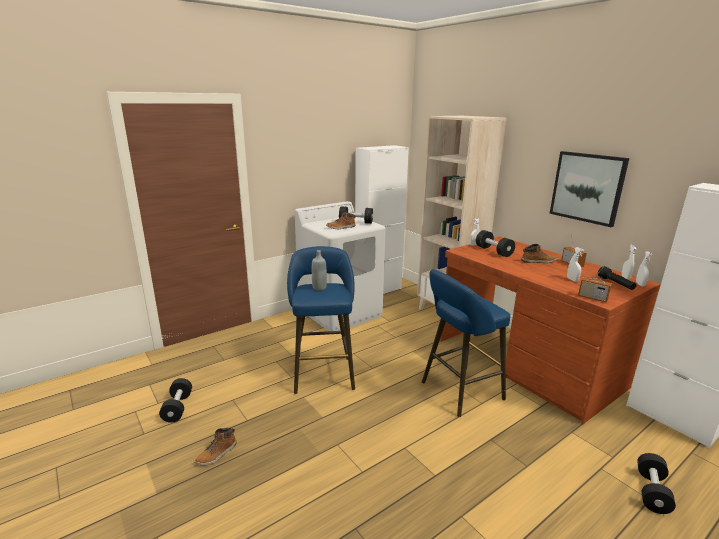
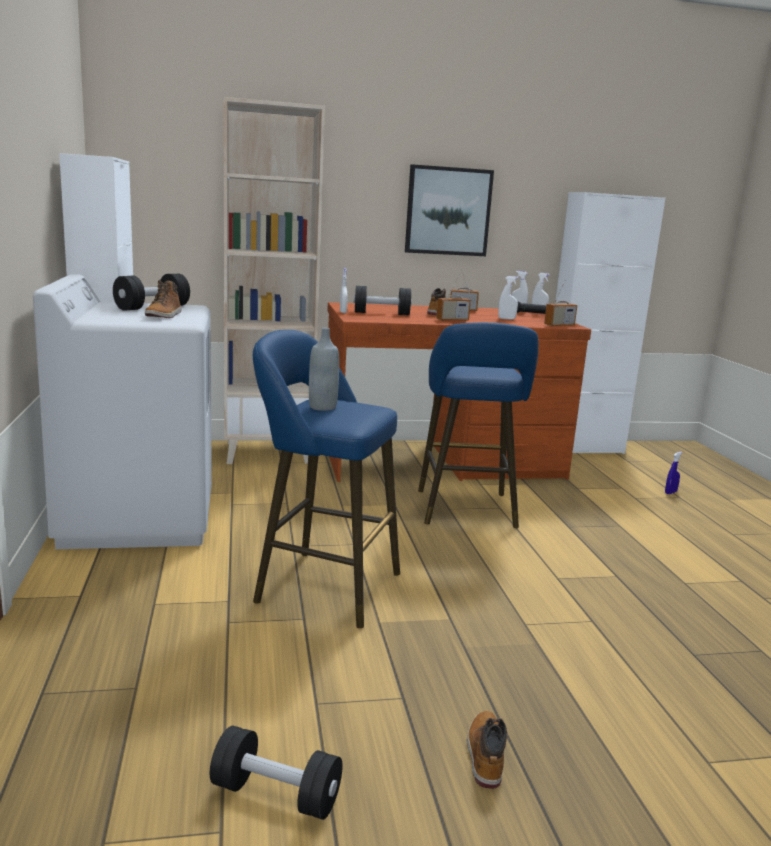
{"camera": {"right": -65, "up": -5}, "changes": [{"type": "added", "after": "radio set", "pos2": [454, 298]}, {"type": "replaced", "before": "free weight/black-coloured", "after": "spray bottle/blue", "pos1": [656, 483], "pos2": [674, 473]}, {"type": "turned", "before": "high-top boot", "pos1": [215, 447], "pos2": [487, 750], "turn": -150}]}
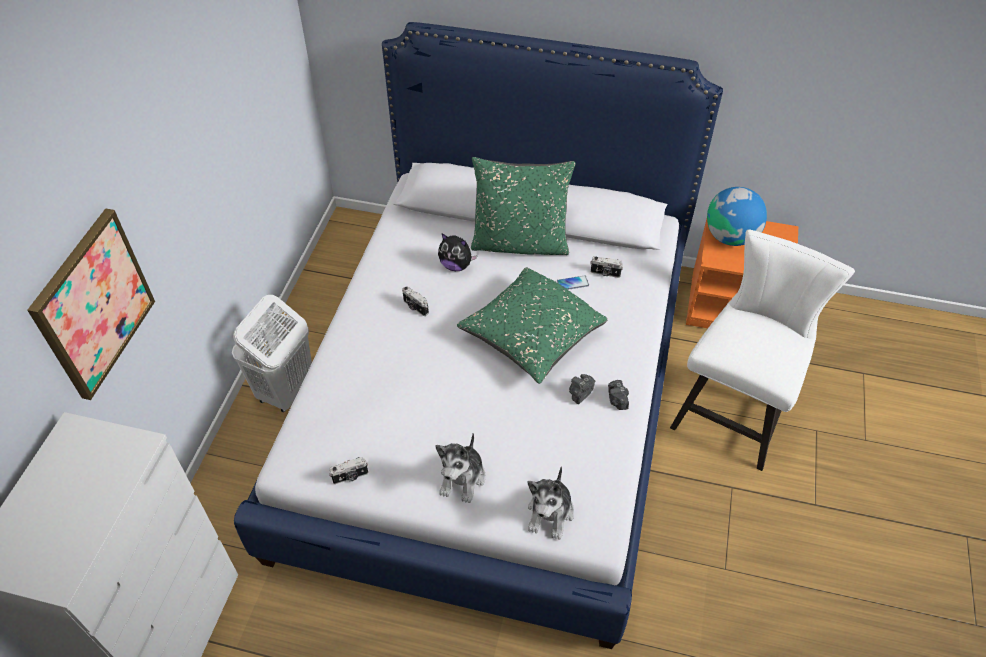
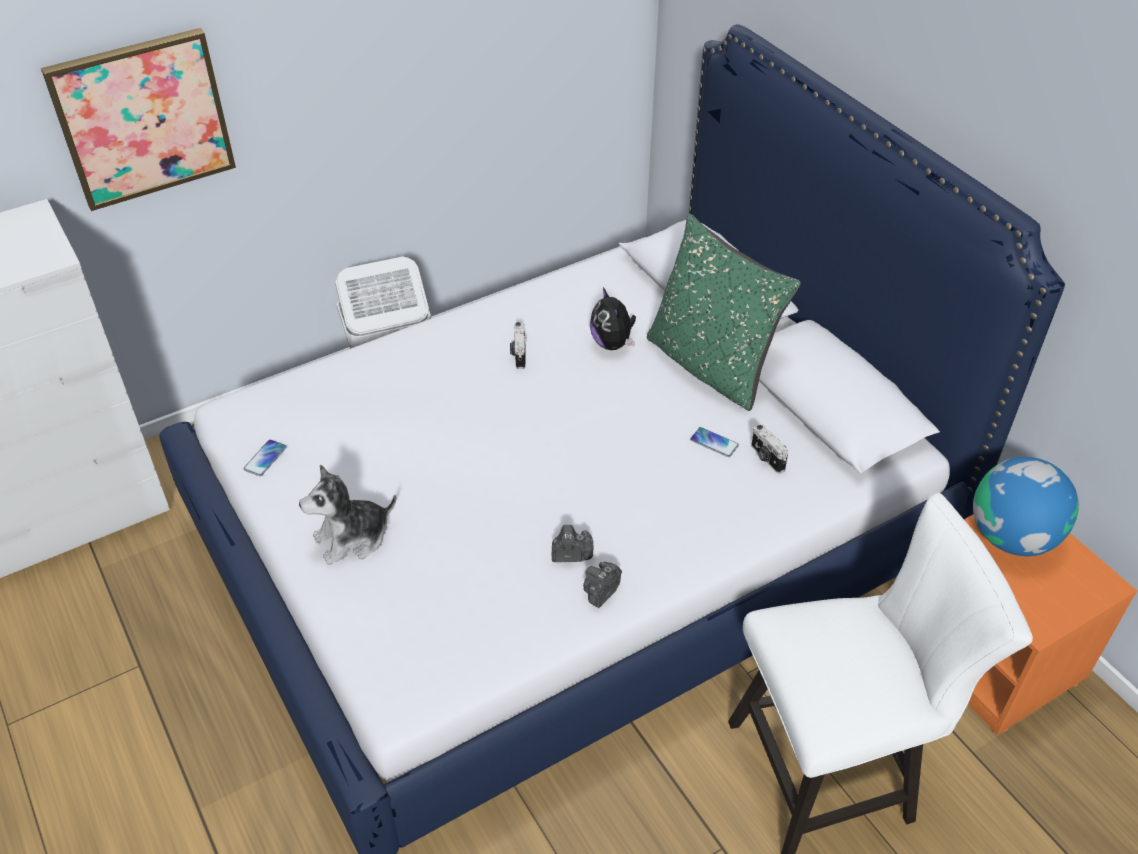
{"camera": {"right": 45, "up": -5}, "changes": [{"type": "removed", "before": "throw pillow/greenish", "pos1": [532, 325]}, {"type": "removed", "before": "cuddly toy", "pos1": [551, 503]}, {"type": "replaced", "before": "still camera", "after": "phone", "pos1": [348, 470], "pos2": [265, 458]}]}
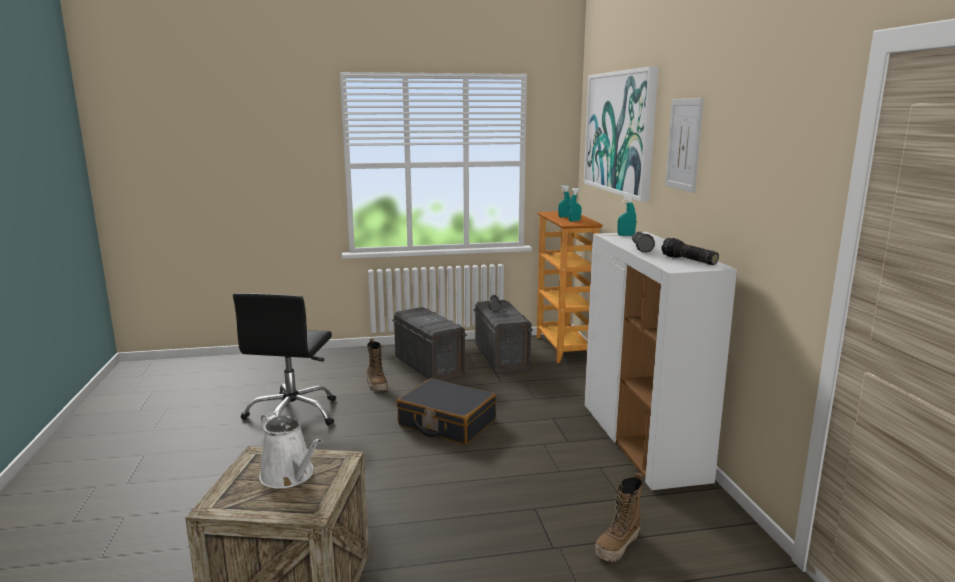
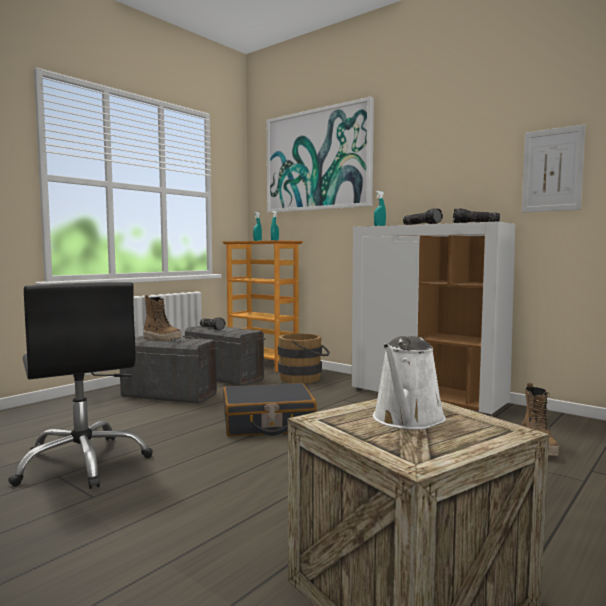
{"camera": {"right": -40, "up": -10}, "changes": [{"type": "added", "after": "bucket/brown-coloured", "pos2": [304, 359]}, {"type": "moved", "before": "high-top boot", "pos1": [377, 365], "pos2": [162, 318]}, {"type": "moved", "before": "wall picture", "pos1": [684, 145], "pos2": [554, 168]}, {"type": "turned", "before": "watering pot/whitish", "pos1": [290, 450], "pos2": [409, 383], "turn": 105}]}
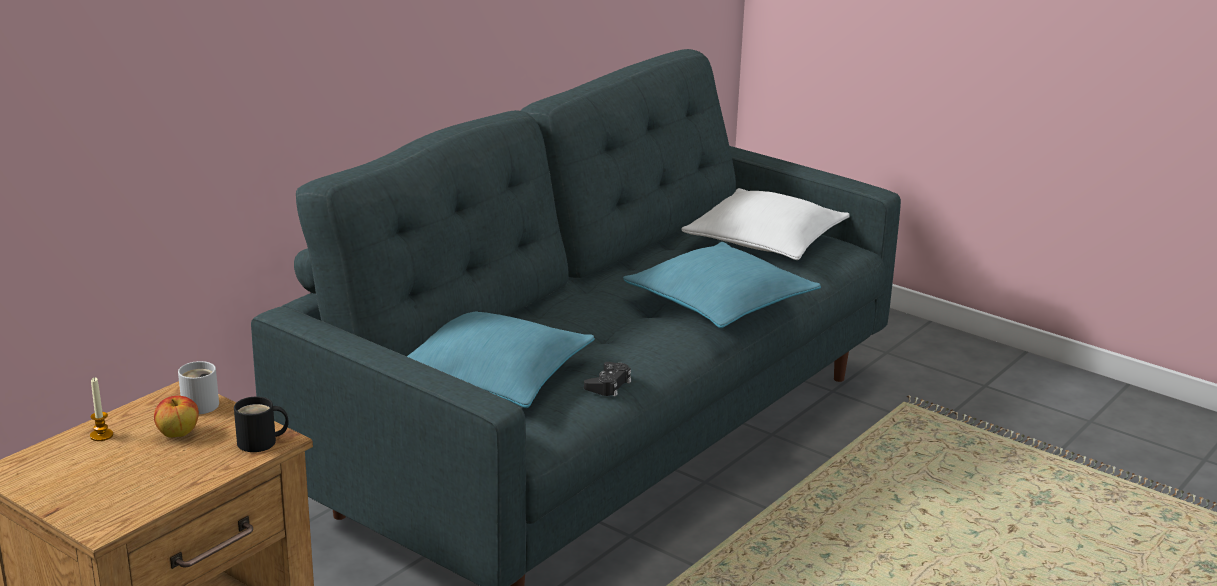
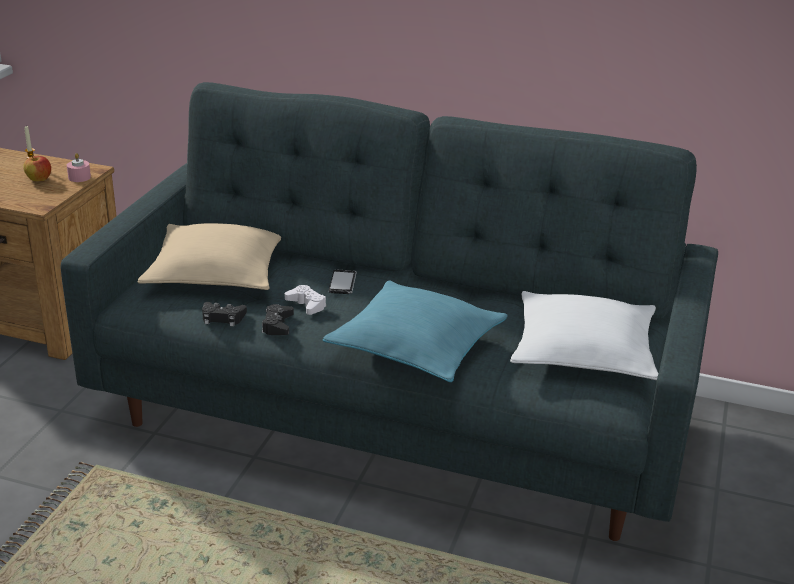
{"camera": {"right": 70, "up": 5}, "changes": [{"type": "removed", "before": "mug/black-coloured", "pos1": [261, 424]}, {"type": "added", "after": "game controller/black-coloured", "pos2": [278, 319]}, {"type": "added", "after": "game controller/whitish", "pos2": [305, 300]}, {"type": "added", "after": "phone", "pos2": [343, 282]}, {"type": "replaced", "before": "mug/whitish", "after": "wax light/pink", "pos1": [198, 387], "pos2": [79, 167]}, {"type": "recoloured", "before": "throw pillow/turquoise", "after": "throw pillow/beige", "pos1": [501, 359], "pos2": [209, 256]}]}
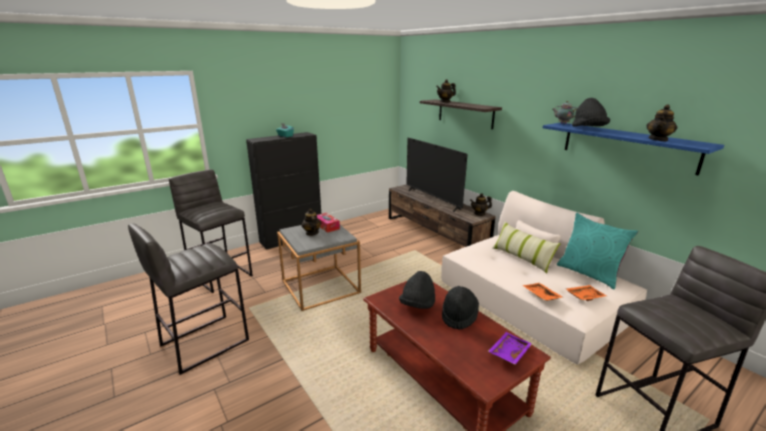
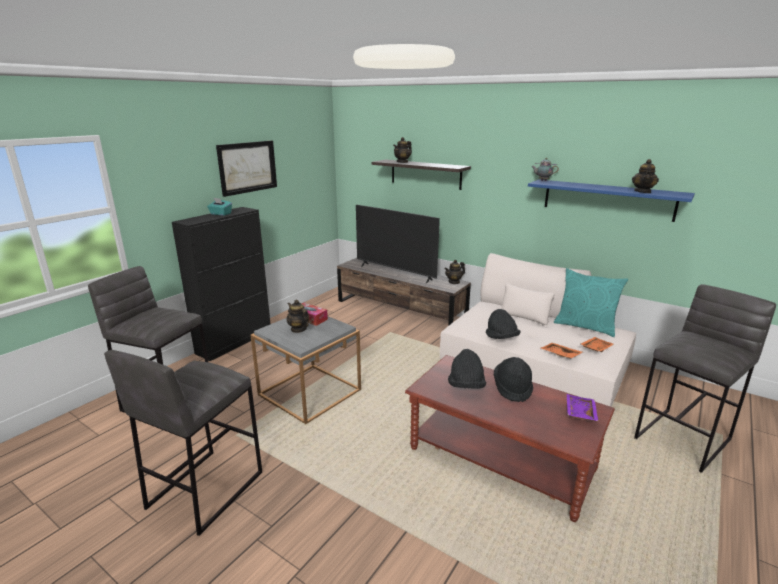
{"camera": {"right": -20, "up": 0}, "changes": [{"type": "removed", "before": "throw pillow", "pos1": [526, 247]}, {"type": "added", "after": "wall picture", "pos2": [246, 169]}, {"type": "moved", "before": "wearable hat/black-coloured", "pos1": [591, 112], "pos2": [503, 324]}]}
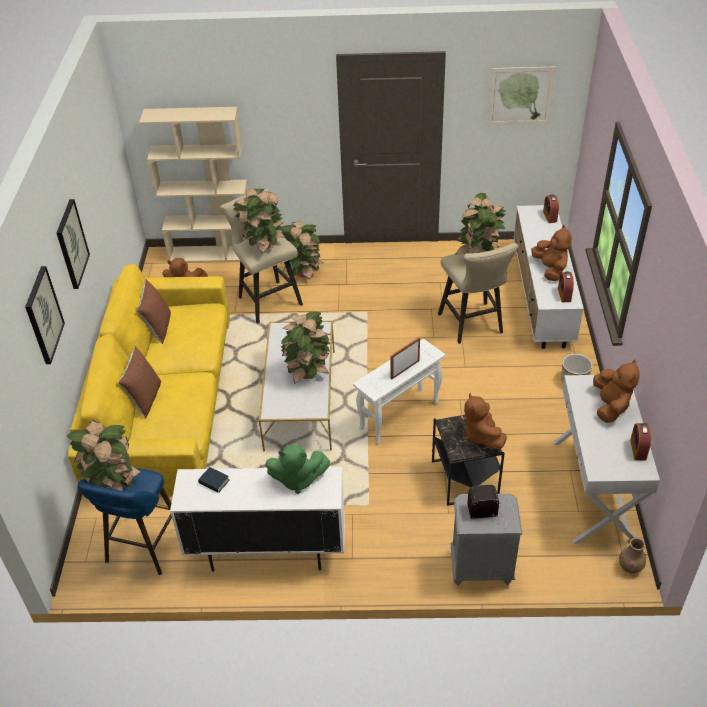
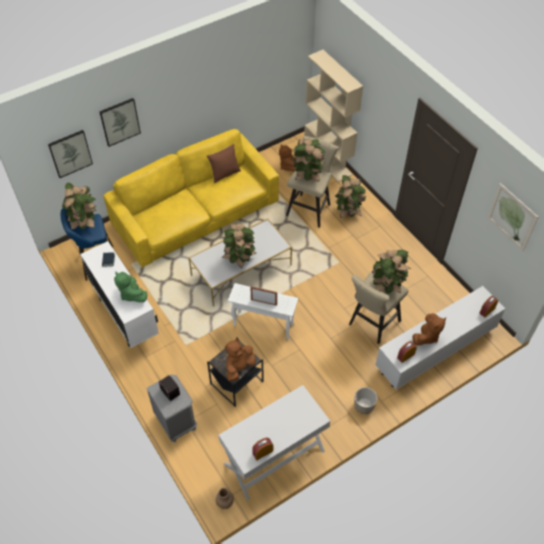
{"camera": {"right": 55, "up": 10}, "changes": [{"type": "removed", "before": "throw pillow/brown-coloured", "pos1": [139, 382]}, {"type": "removed", "before": "cuddly toy/brown-coloured", "pos1": [616, 391]}, {"type": "moved", "before": "wall picture", "pos1": [73, 244], "pos2": [70, 154]}]}
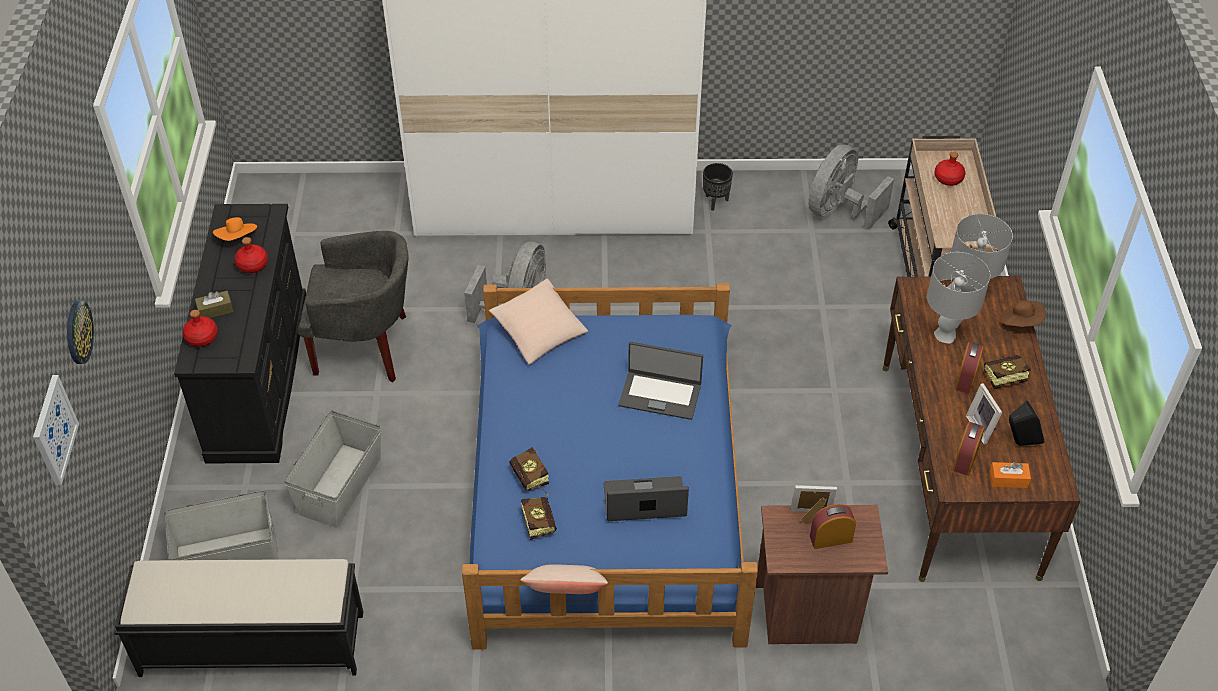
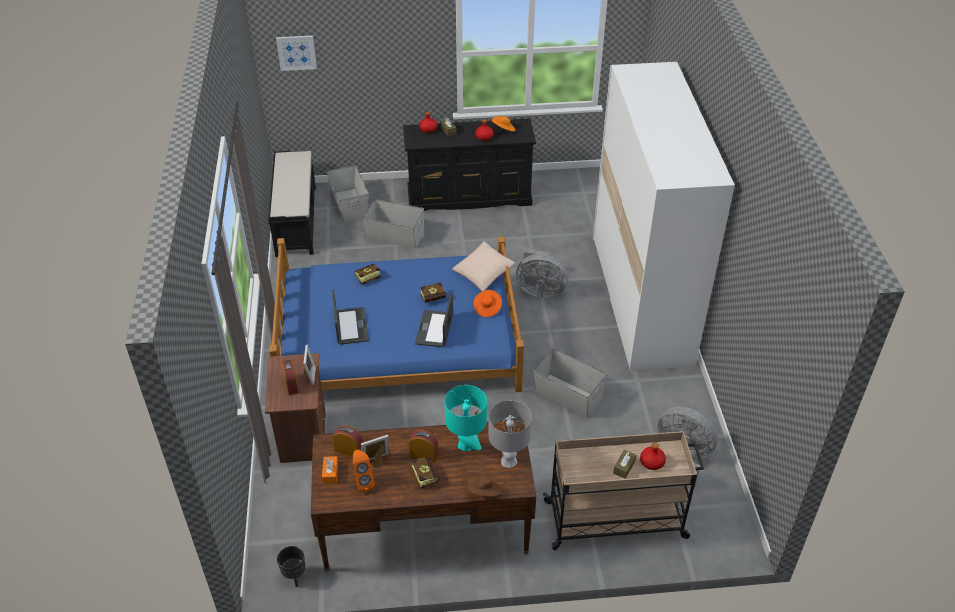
{"camera": {"right": 85, "up": -5}, "changes": [{"type": "removed", "before": "wall clock", "pos1": [80, 332]}, {"type": "removed", "before": "easy chair/gray", "pos1": [353, 306]}, {"type": "removed", "before": "throw pillow/beige", "pos1": [564, 579]}, {"type": "added", "after": "wearable hat/orange", "pos2": [488, 303]}, {"type": "added", "after": "storage container/gray", "pos2": [570, 383]}, {"type": "added", "after": "tissue box/brown-coloured", "pos2": [624, 464]}, {"type": "moved", "before": "volume", "pos1": [539, 518], "pos2": [434, 292]}, {"type": "moved", "before": "plant pot/black-coloured", "pos1": [718, 187], "pos2": [291, 566]}, {"type": "recoloured", "before": "lamp for a table/gray", "after": "lamp for a table/turquoise", "pos1": [958, 297], "pos2": [466, 418]}, {"type": "recoloured", "before": "speaker/black-coloured", "after": "speaker/orange", "pos1": [1027, 423], "pos2": [364, 471]}]}
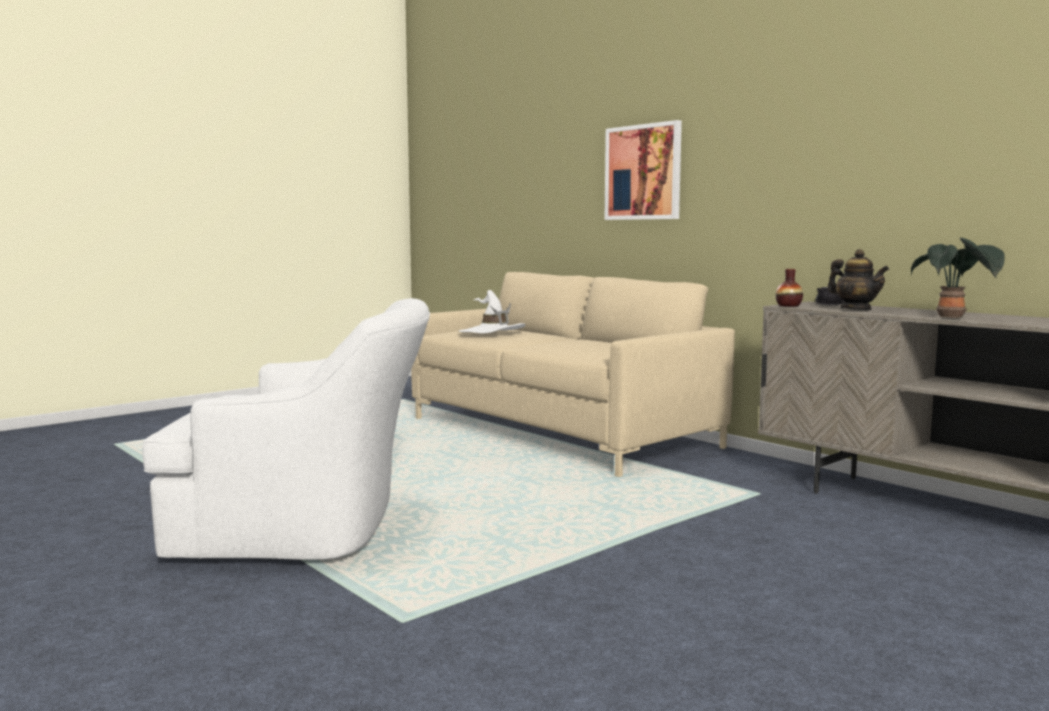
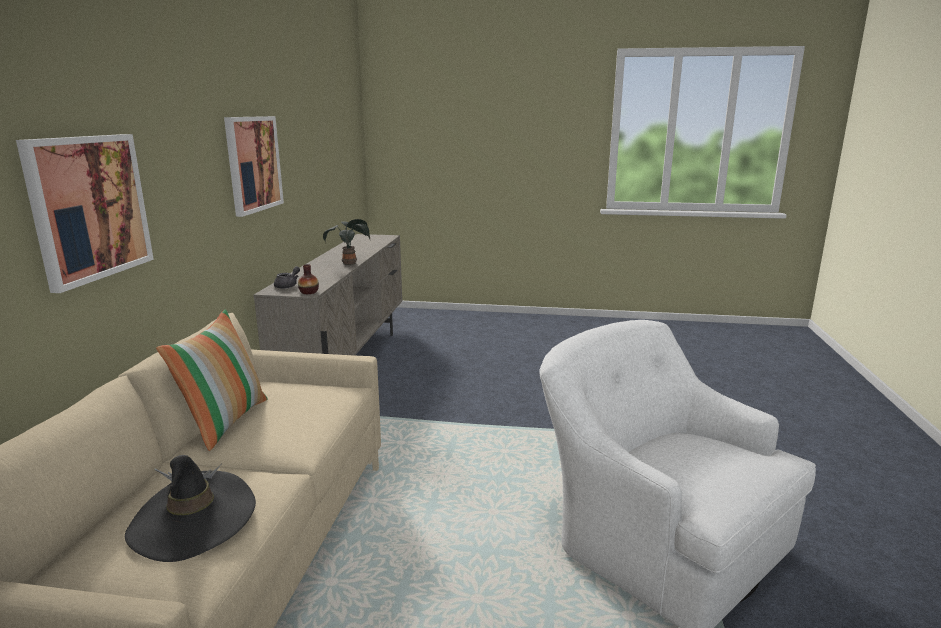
{"camera": {"right": -130, "up": 10}, "changes": [{"type": "removed", "before": "teapot", "pos1": [858, 279]}, {"type": "added", "after": "throw pillow", "pos2": [212, 380]}, {"type": "added", "after": "wall picture", "pos2": [254, 166]}, {"type": "recoloured", "before": "wearable hat/whitish", "after": "wearable hat/black-coloured", "pos1": [492, 311], "pos2": [190, 508]}]}
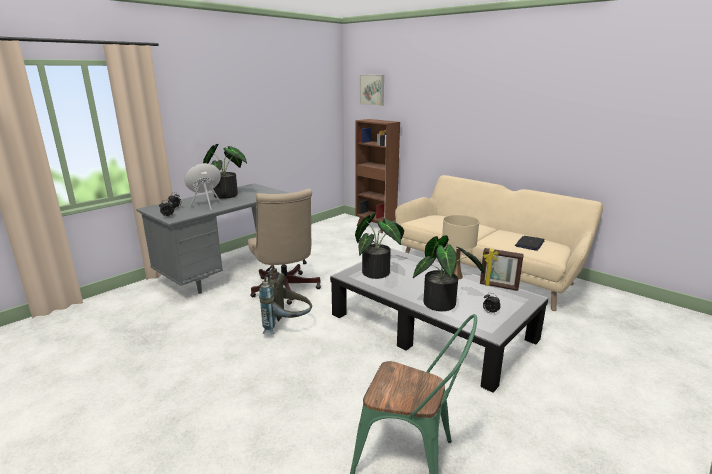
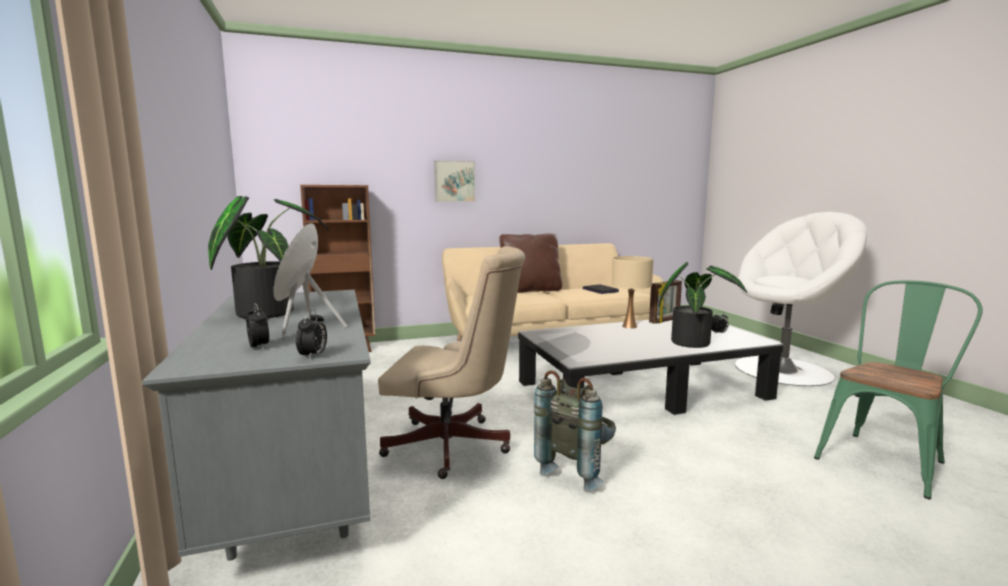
{"camera": {"right": -60, "up": -10}, "changes": [{"type": "removed", "before": "plant in a pot", "pos1": [379, 246]}, {"type": "added", "after": "throw pillow/brown-coloured", "pos2": [530, 263]}, {"type": "added", "after": "easy chair/whitish", "pos2": [801, 299]}, {"type": "moved", "before": "wall picture", "pos1": [372, 90], "pos2": [454, 181]}]}
